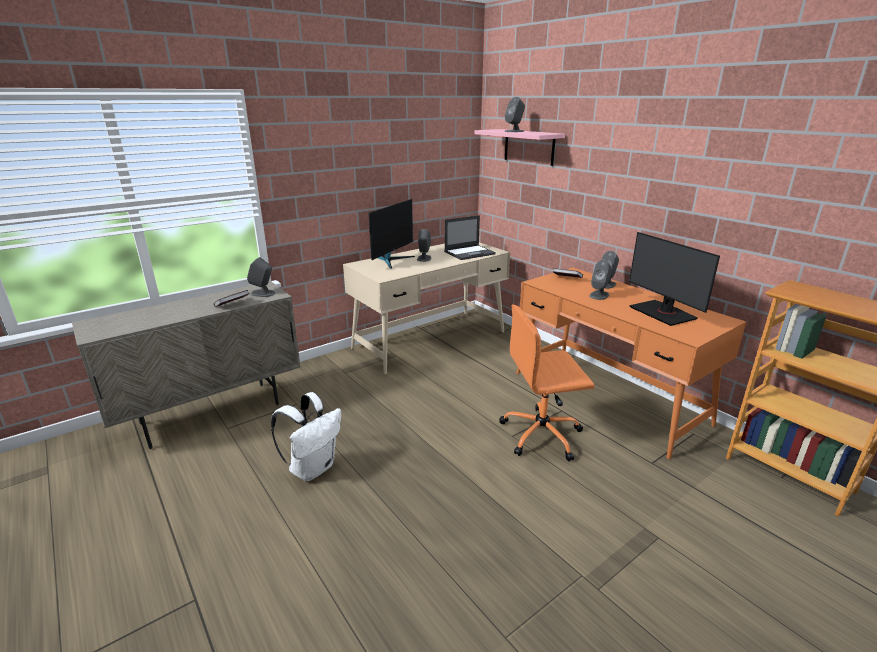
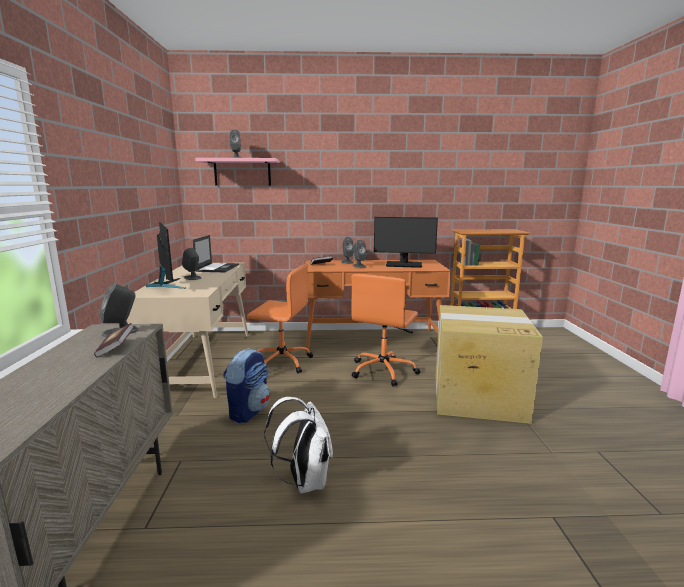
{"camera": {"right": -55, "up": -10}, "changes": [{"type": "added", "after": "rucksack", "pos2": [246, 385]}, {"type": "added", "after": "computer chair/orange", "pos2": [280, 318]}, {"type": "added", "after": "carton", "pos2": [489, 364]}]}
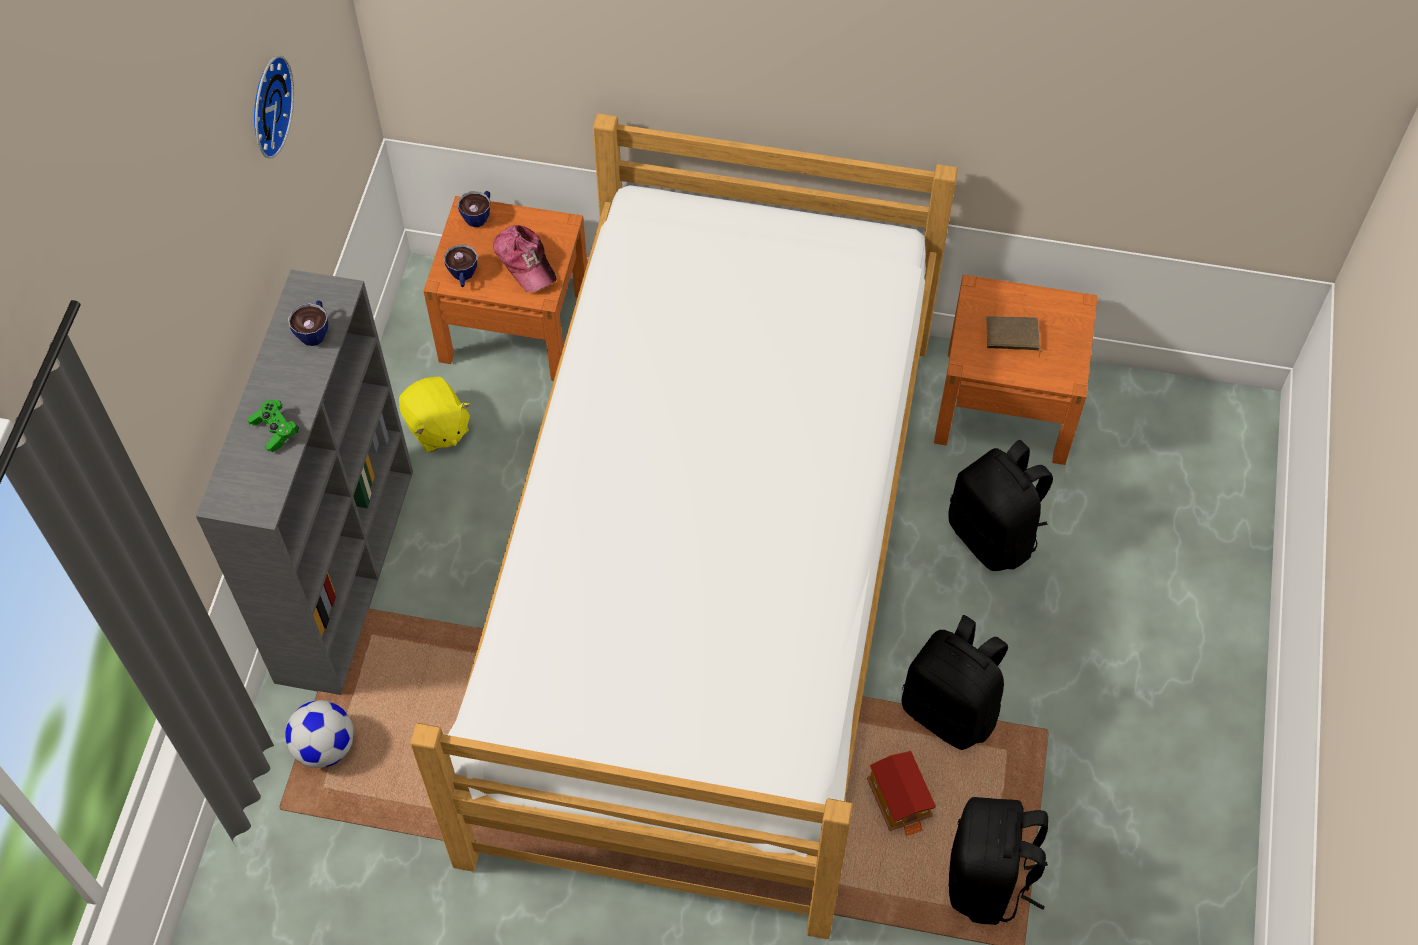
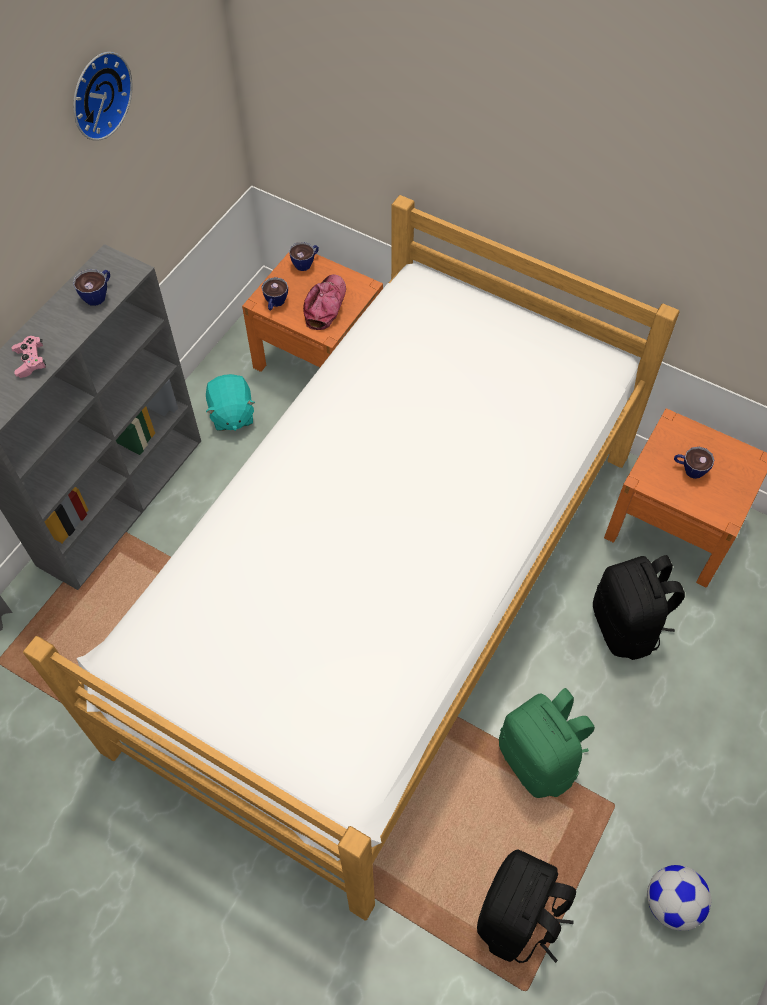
{"camera": {"right": 20, "up": 0}, "changes": [{"type": "removed", "before": "toy house", "pos1": [901, 794]}, {"type": "moved", "before": "football", "pos1": [319, 734], "pos2": [679, 898]}, {"type": "replaced", "before": "volume/brown-coloured", "after": "drinking cup", "pos1": [1014, 337], "pos2": [694, 463]}, {"type": "recoloured", "before": "game controller/greenish", "after": "game controller/pink", "pos1": [273, 426], "pos2": [29, 357]}, {"type": "recoloured", "before": "cuddly toy/yellow", "after": "cuddly toy/turquoise", "pos1": [434, 414], "pos2": [230, 402]}, {"type": "recoloured", "before": "rucksack/black-coloured", "after": "rucksack/greenish", "pos1": [954, 682], "pos2": [547, 743]}, {"type": "turned", "before": "peaked cap", "pos1": [524, 258], "pos2": [324, 302], "turn": -150}]}
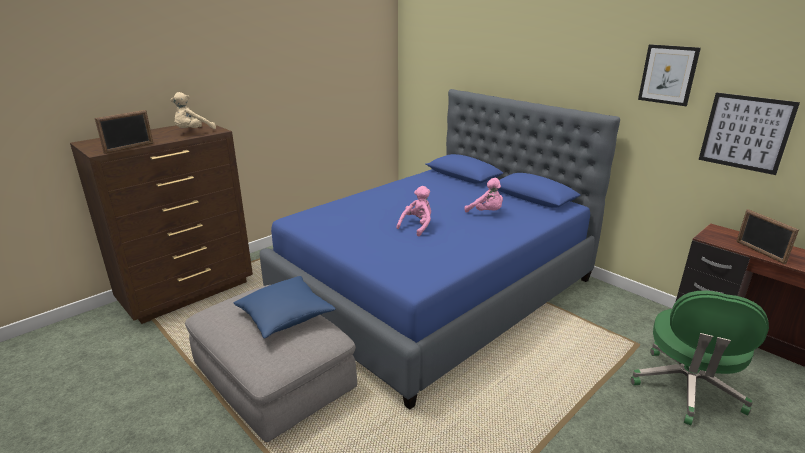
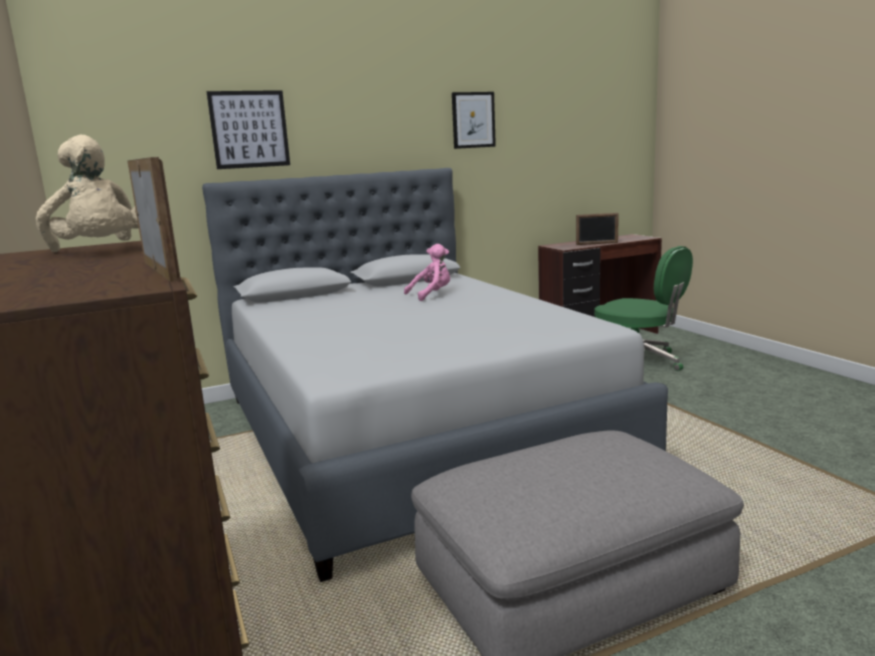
{"camera": {"right": -70, "up": -10}, "changes": [{"type": "removed", "before": "throw pillow/blue", "pos1": [285, 307]}, {"type": "removed", "before": "cuddly toy/pink", "pos1": [413, 211]}, {"type": "moved", "before": "wall picture", "pos1": [749, 134], "pos2": [248, 129]}, {"type": "recoloured", "before": "bedroom bed/blue", "after": "bedroom bed/gray", "pos1": [440, 249], "pos2": [435, 375]}]}
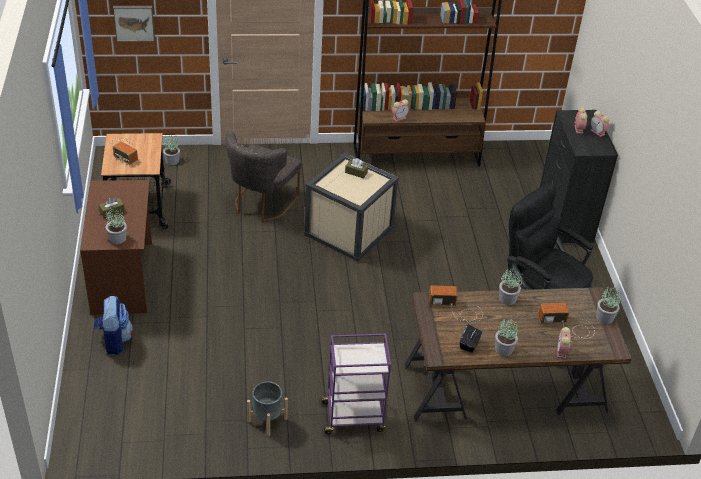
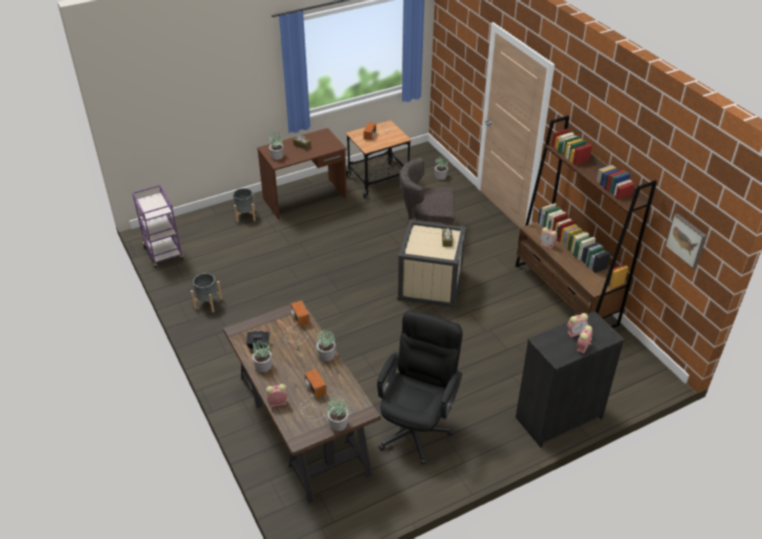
{"camera": {"right": 70, "up": 0}, "changes": [{"type": "moved", "before": "wall picture", "pos1": [134, 24], "pos2": [686, 240]}, {"type": "moved", "before": "trolley/purplish", "pos1": [355, 384], "pos2": [158, 226]}, {"type": "replaced", "before": "rucksack", "after": "plant pot/gray", "pos1": [113, 325], "pos2": [244, 205]}]}
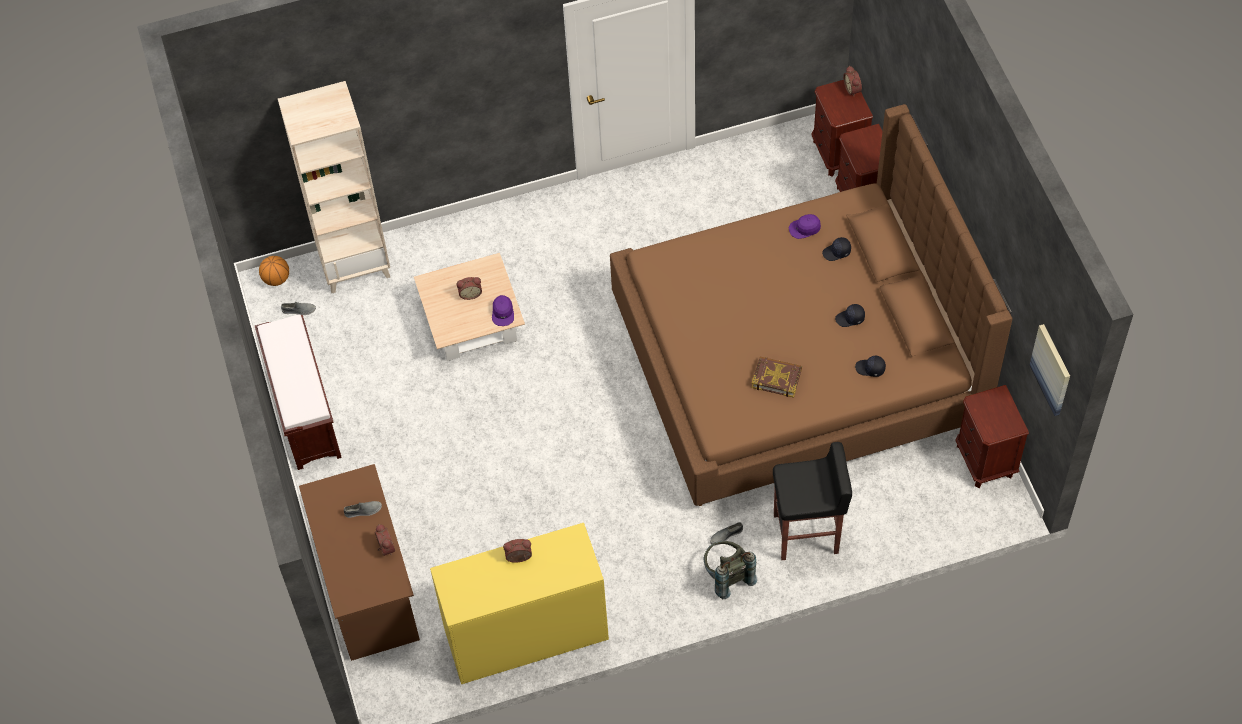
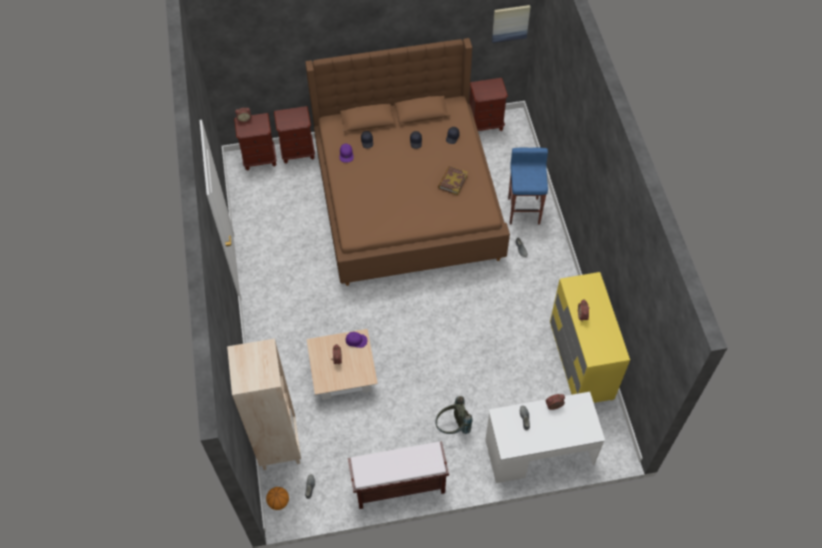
{"camera": {"right": -85, "up": 0}, "changes": [{"type": "moved", "before": "rucksack/gray", "pos1": [730, 570], "pos2": [454, 415]}, {"type": "recoloured", "before": "desk table/brown-coloured", "after": "desk table/whitish", "pos1": [359, 562], "pos2": [545, 437]}, {"type": "recoloured", "before": "stool seat/black-coloured", "after": "stool seat/blue", "pos1": [812, 501], "pos2": [528, 186]}]}
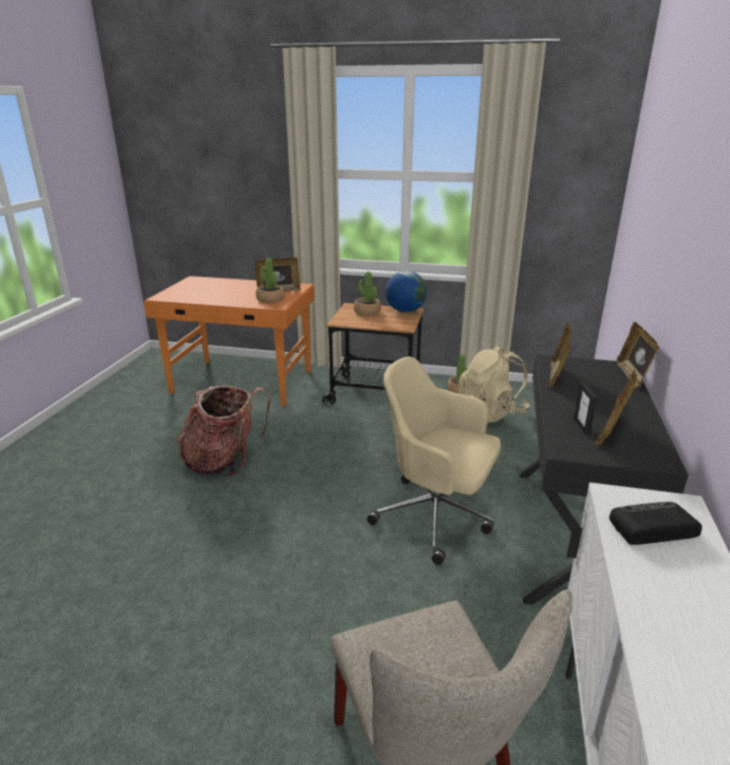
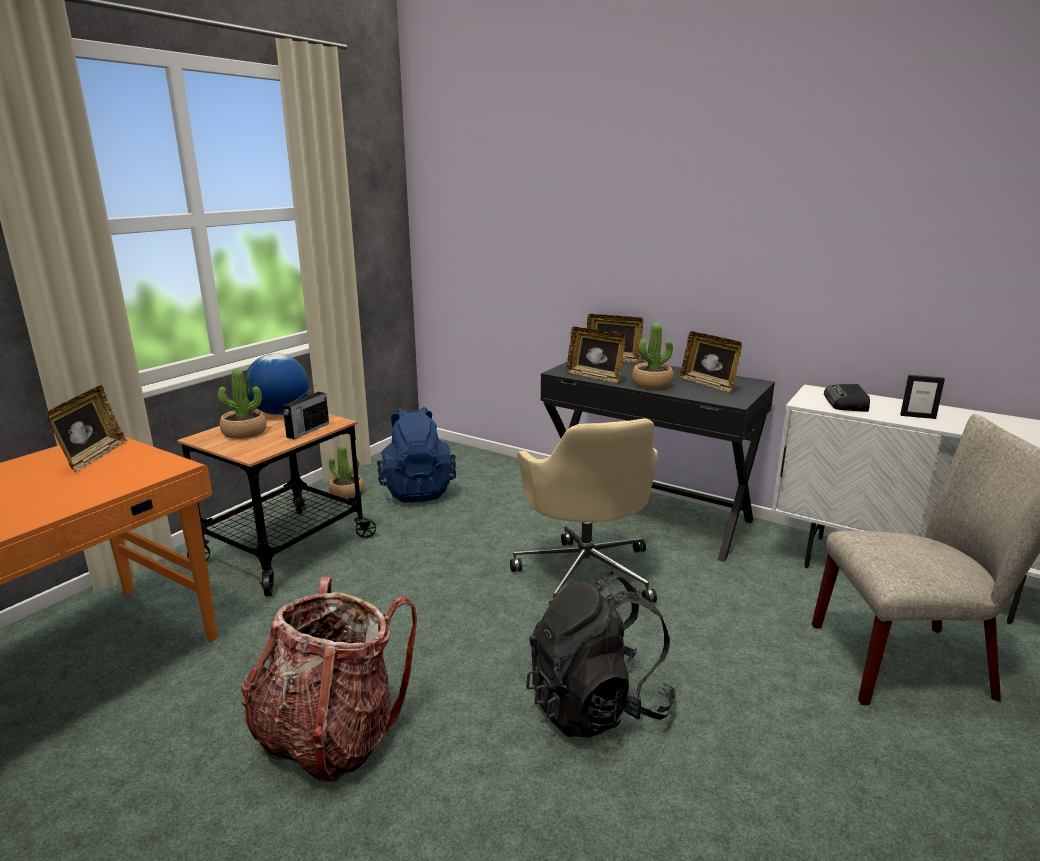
{"camera": {"right": -70, "up": -5}, "changes": [{"type": "added", "after": "radio set", "pos2": [305, 413]}, {"type": "added", "after": "rucksack/black-coloured", "pos2": [601, 654]}, {"type": "moved", "before": "plant in a pot", "pos1": [270, 280], "pos2": [653, 356]}, {"type": "moved", "before": "picture frame", "pos1": [585, 408], "pos2": [922, 397]}, {"type": "recoloured", "before": "rucksack/beige", "after": "rucksack/blue", "pos1": [494, 384], "pos2": [416, 454]}, {"type": "turned", "before": "computer chair/beige", "pos1": [434, 461], "pos2": [584, 511], "turn": -60}]}
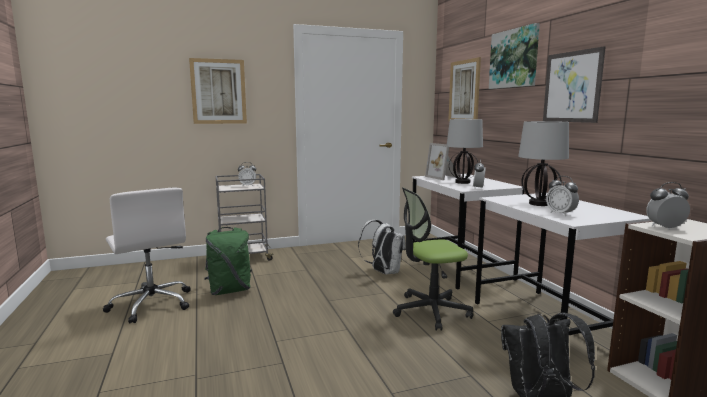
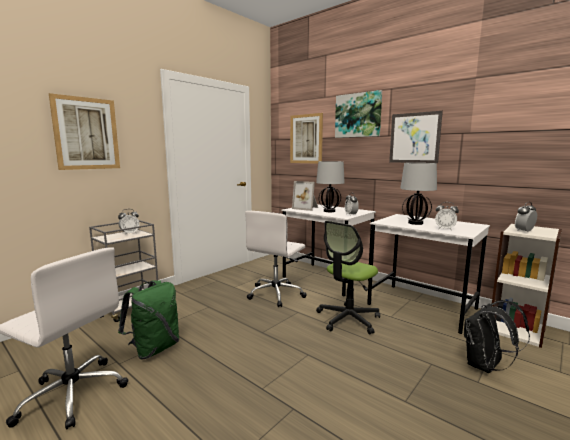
{"camera": {"right": -30, "up": 0}, "changes": [{"type": "replaced", "before": "rucksack/whitish", "after": "computer chair/whitish", "pos1": [382, 247], "pos2": [276, 259]}]}
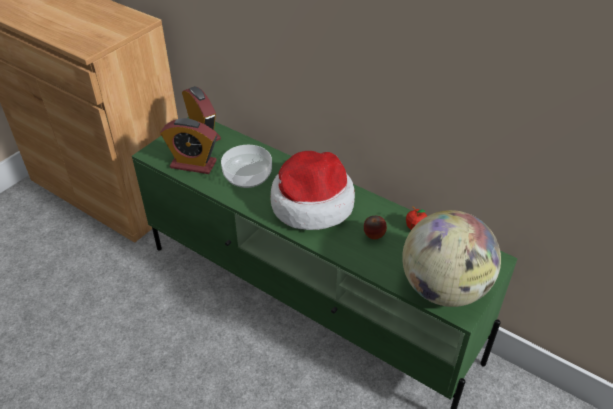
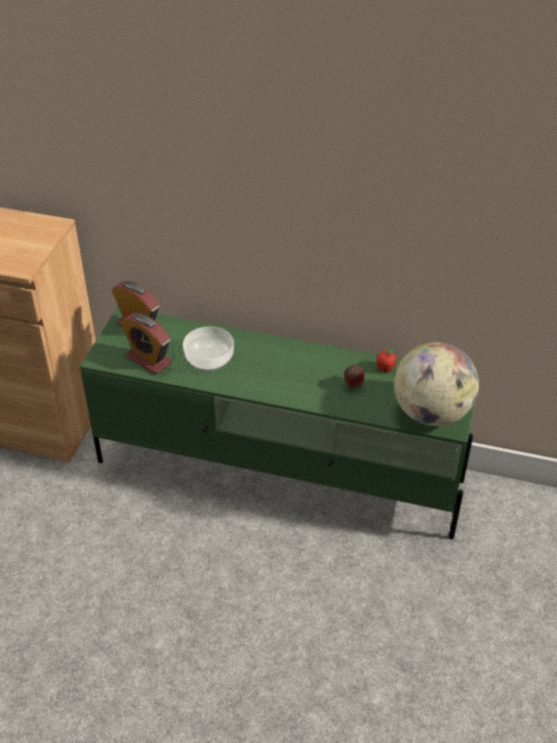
{"camera": {"right": -20, "up": 0}, "changes": [{"type": "removed", "before": "wearable hat", "pos1": [312, 190]}, {"type": "turned", "before": "table clock", "pos1": [188, 146], "pos2": [146, 343], "turn": 45}]}
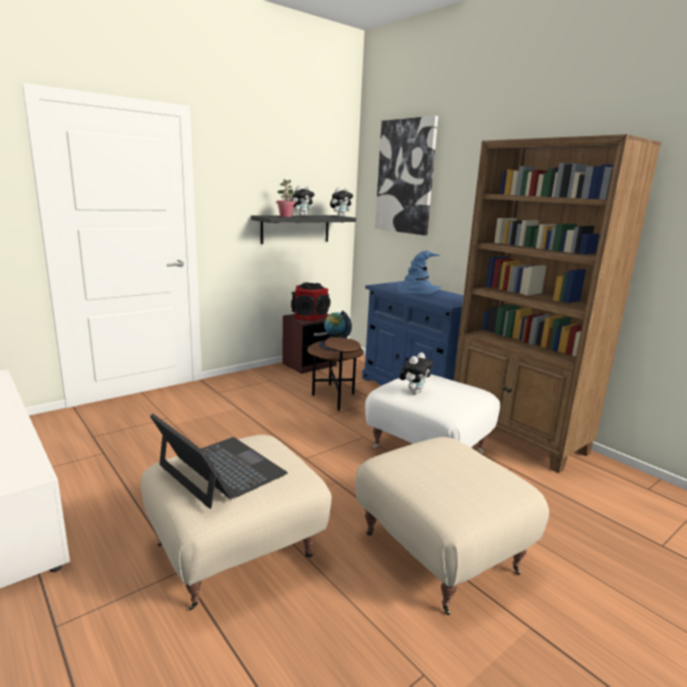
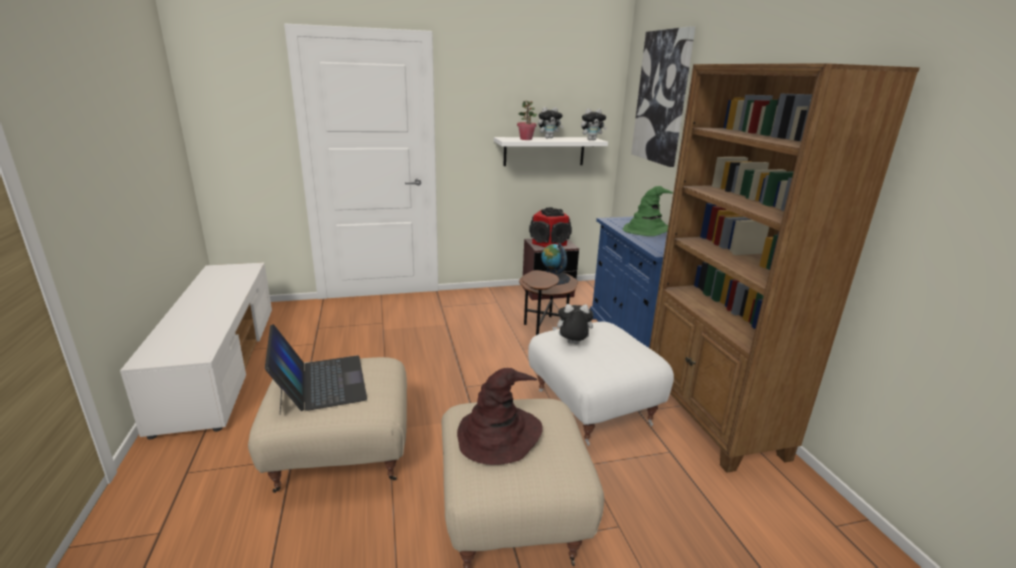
{"camera": {"right": 25, "up": 5}, "changes": [{"type": "added", "after": "wearable hat/brown-coloured", "pos2": [500, 416]}, {"type": "recoloured", "before": "wall shelf/black-coloured", "after": "wall shelf/whitish", "pos1": [303, 229], "pos2": [551, 151]}, {"type": "recoloured", "before": "wearable hat/blue", "after": "wearable hat/greenish", "pos1": [419, 272], "pos2": [648, 211]}, {"type": "turned", "before": "cuddly toy", "pos1": [416, 373], "pos2": [573, 324], "turn": -150}]}
